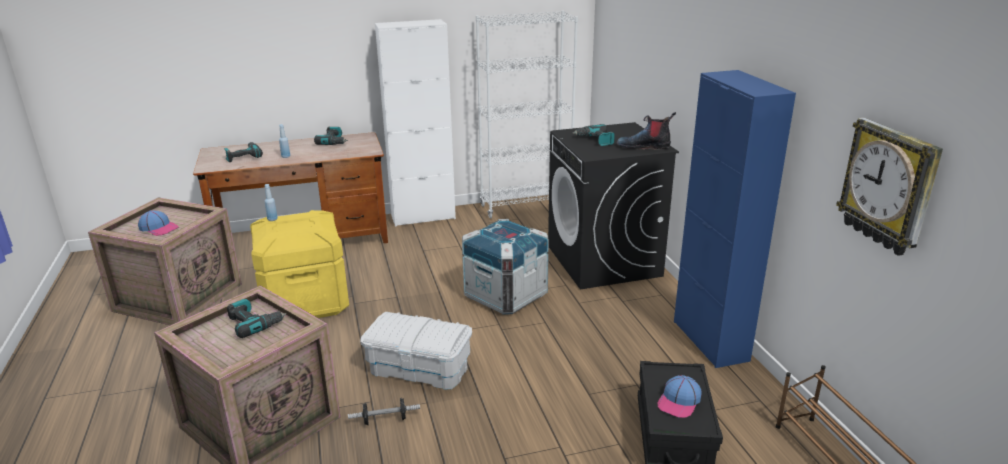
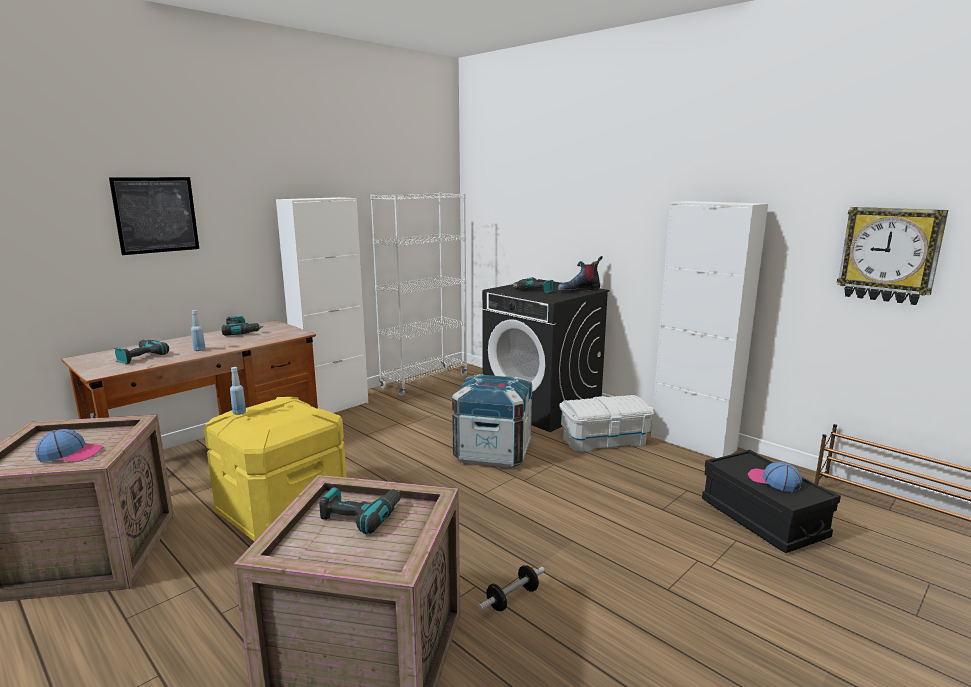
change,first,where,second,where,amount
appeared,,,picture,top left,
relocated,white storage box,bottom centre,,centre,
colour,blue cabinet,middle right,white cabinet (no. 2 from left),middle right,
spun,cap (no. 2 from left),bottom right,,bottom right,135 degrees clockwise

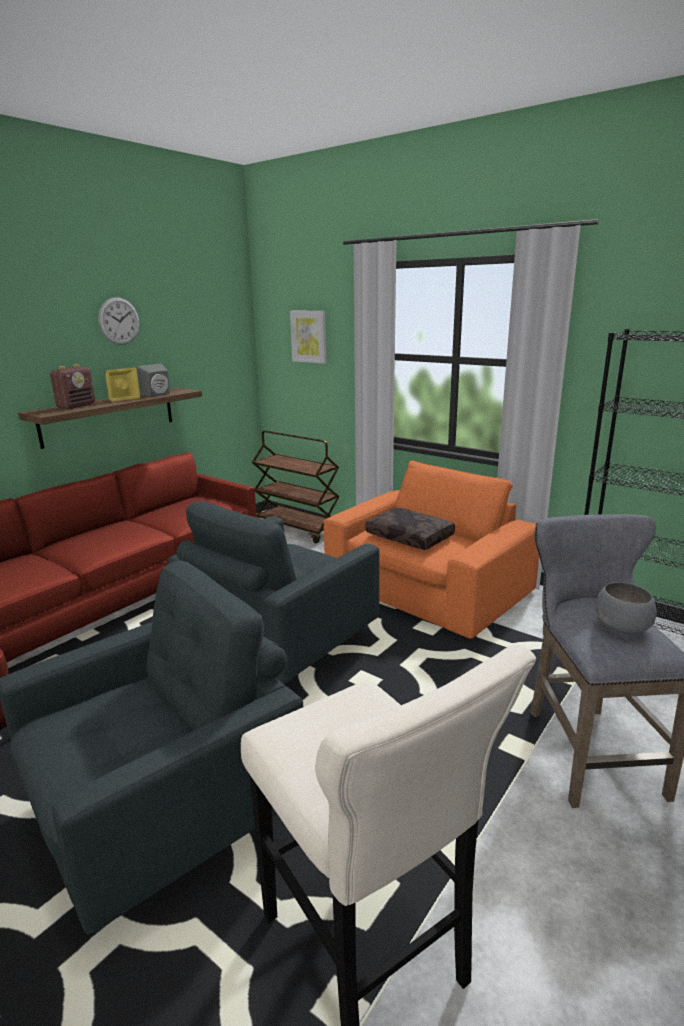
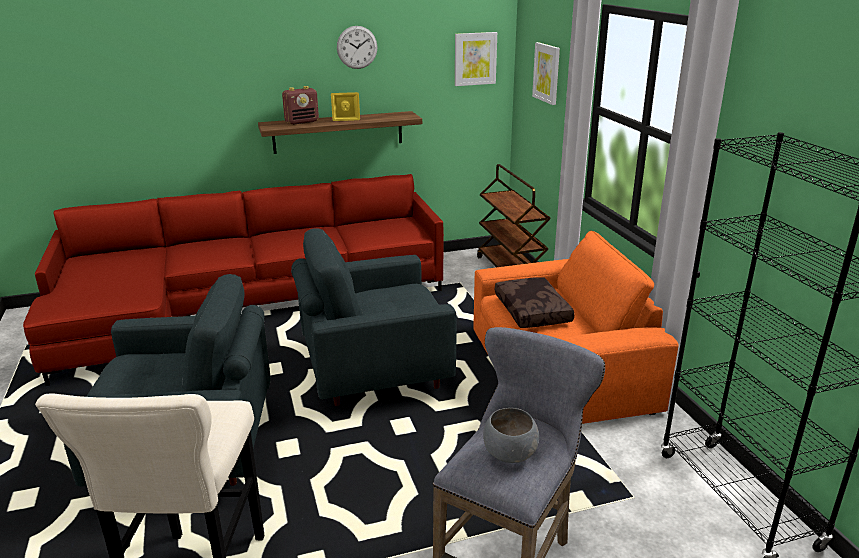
change,first,where,second,where,amount
missing,grey speaker,middle left,,,
appeared,,,picture (no. 1 from left),top centre,

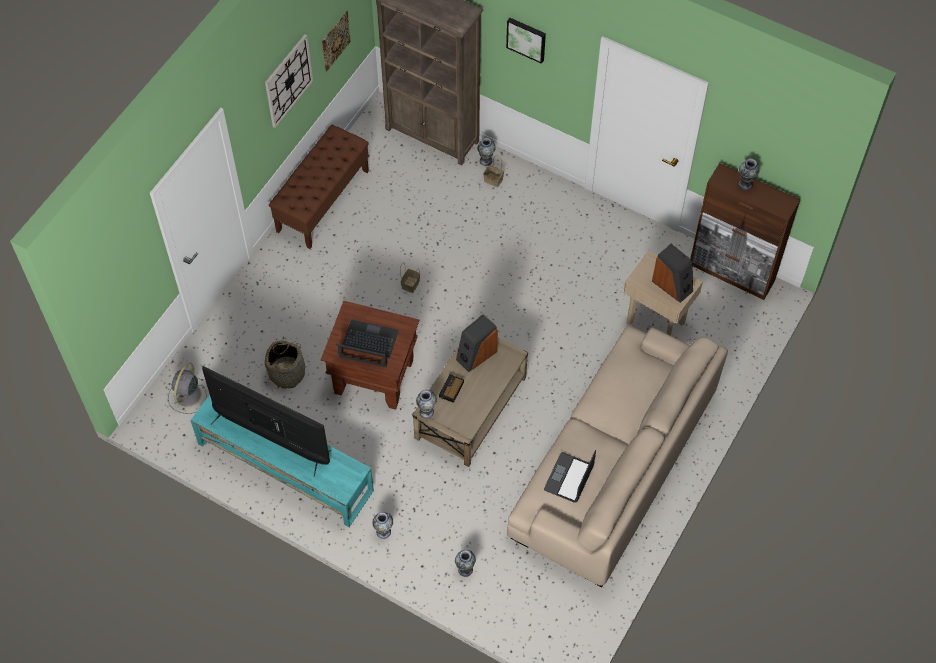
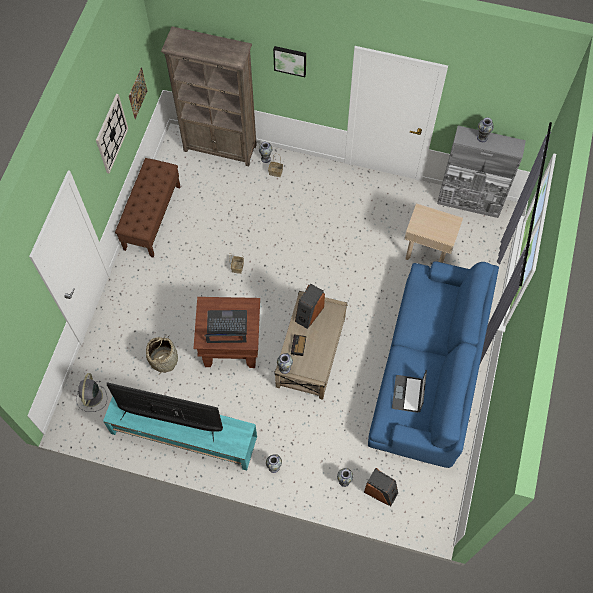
change,first,where,second,where,amount
relocated,speaker (no. 2 from left),middle right,,bottom centre,
colour,beige sofa,bottom centre,blue sofa,middle right,
colour,brown cabinet,middle right,grey cabinet,top right,

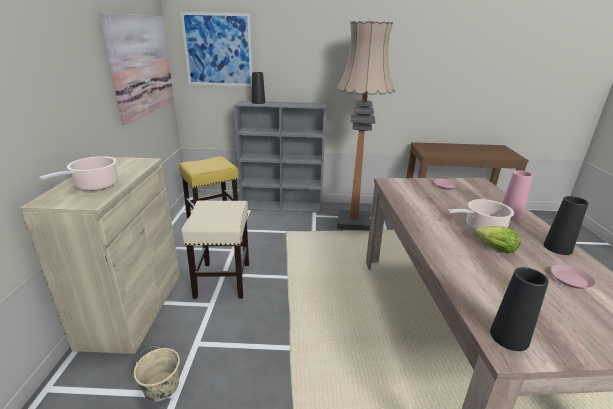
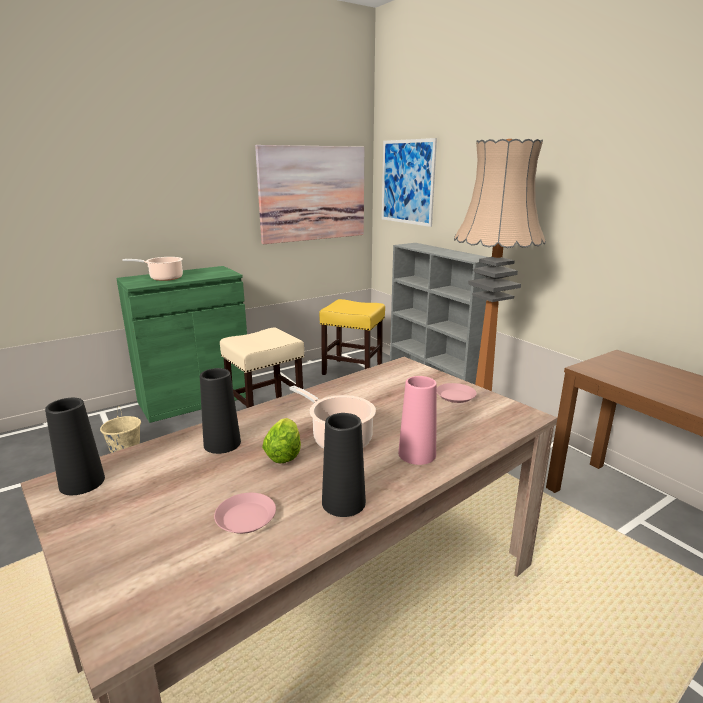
change,first,where,second,where,amount
relocated,black vase (no. 1 from left in the first image),top centre,black vase (no. 2 from left),middle left,
colour,beige cabinet,middle left,green cabinet,middle left,

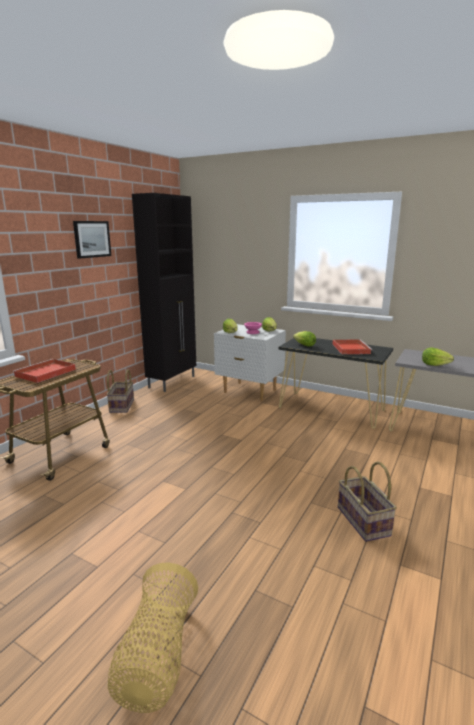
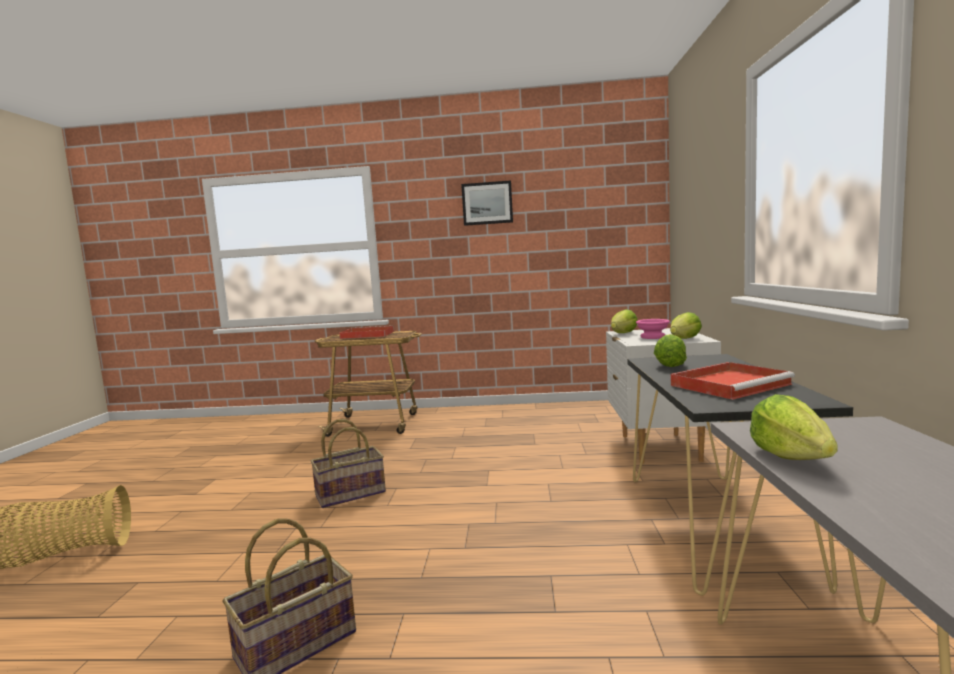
change,first,where,second,where,amount
missing,black cabinet,centre,,,
relocated,basket (no. 1 from left in the first image),middle left,basket (no. 3 from left),bottom centre,

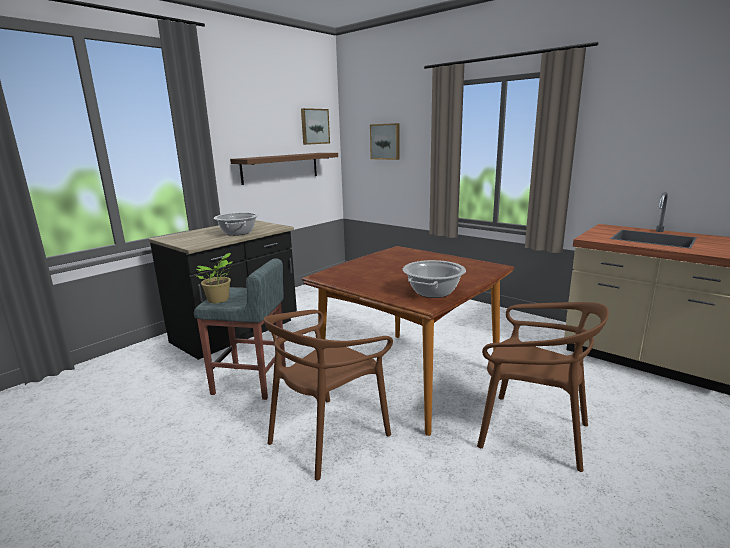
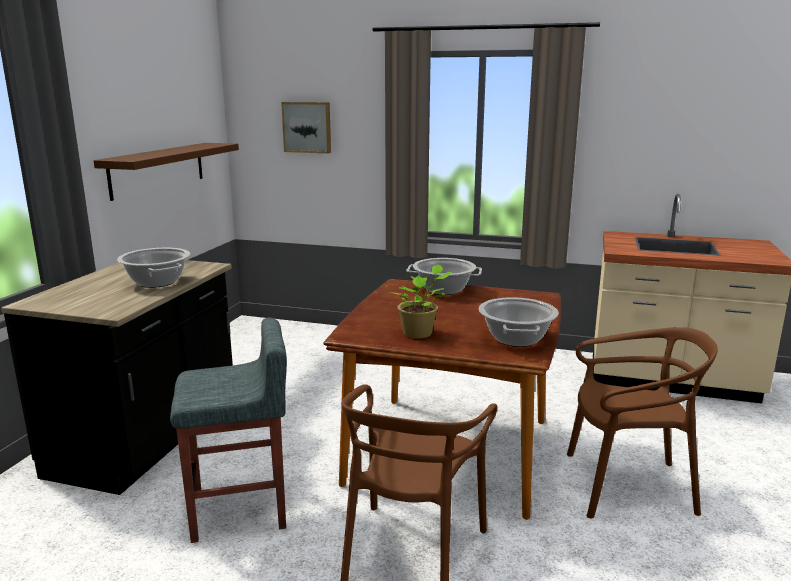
change,first,where,second,where,amount
missing,picture (no. 1 from left),top centre,,,
appeared,,,cooking pot (no. 2 from left),centre,
relocated,potted plant,middle left,,centre,

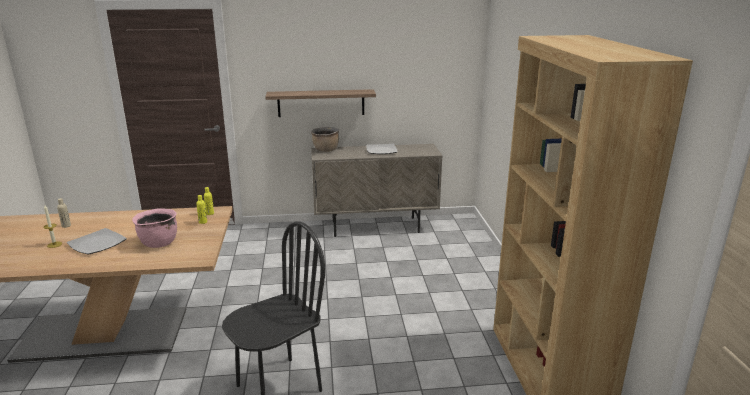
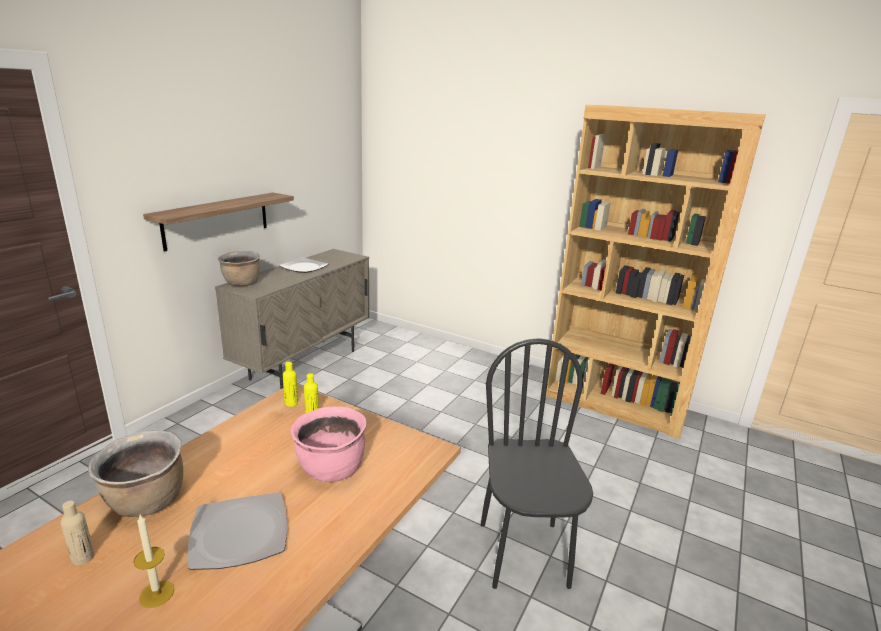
change,first,where,second,where,amount
appeared,,,brown cooking pot (no. 1 from left),bottom left,

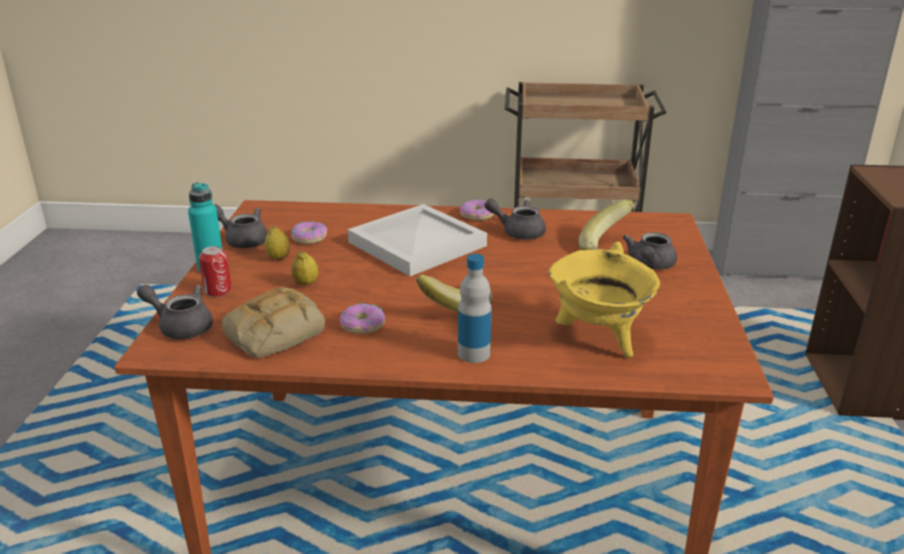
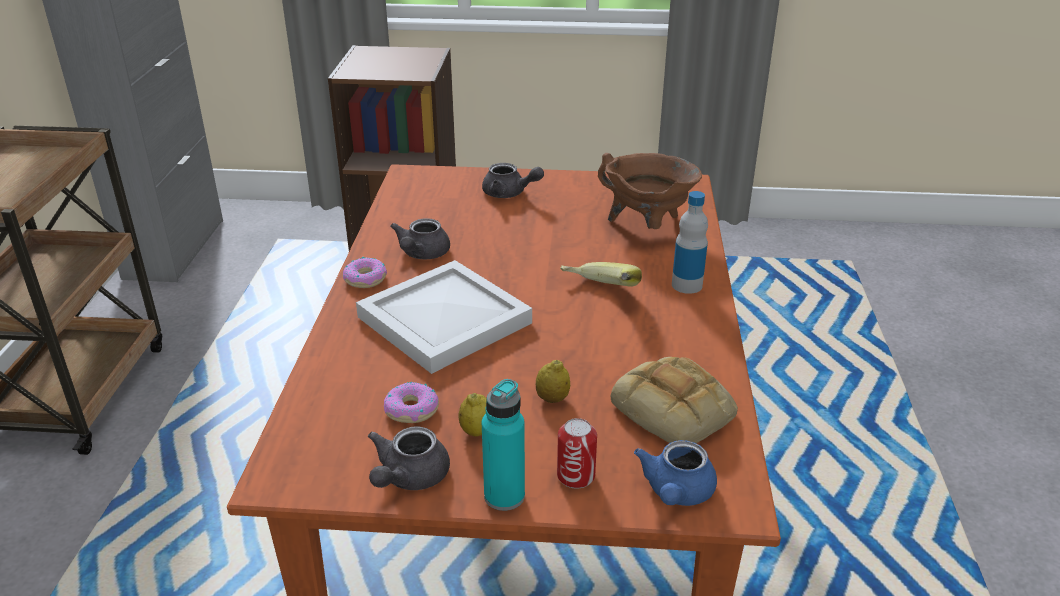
change,first,where,second,where,amount
missing,donut (no. 2 from left),centre,,,
missing,banana (no. 2 from left),middle right,,,
colour,grey teapot (no. 1 from left),middle left,blue teapot,bottom centre,
colour,yellow cooking pot,middle right,brown cooking pot,top centre,

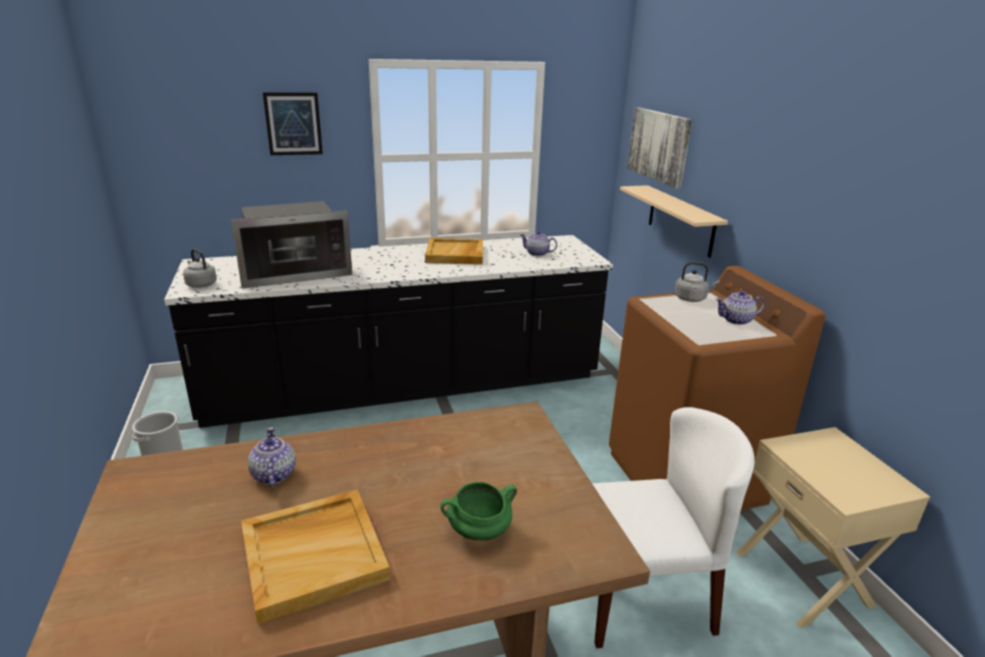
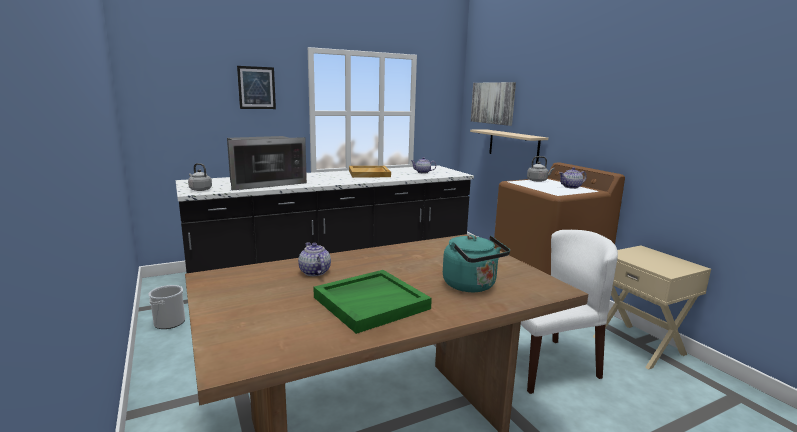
change,first,where,second,where,amount
exchanged,green cooking pot,bottom centre,turquoise kettle,centre,
colour,beige tray (no. 1 from left),bottom left,green tray,bottom centre,

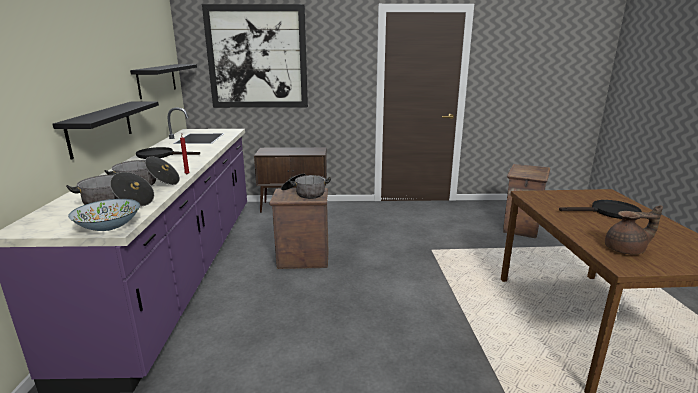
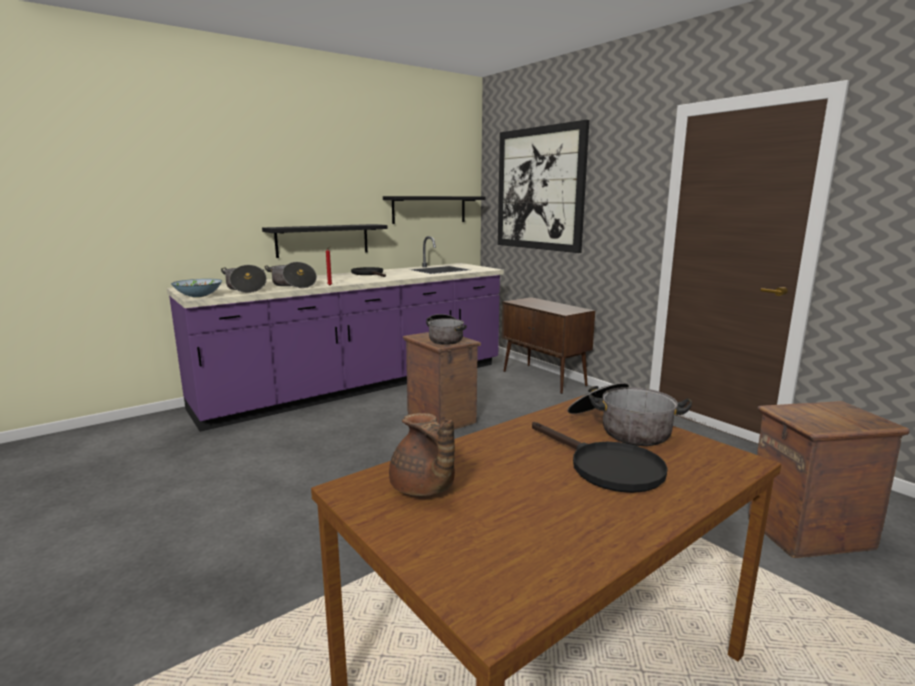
change,first,where,second,where,amount
appeared,,,cooking pot (no. 4 from left),middle right,

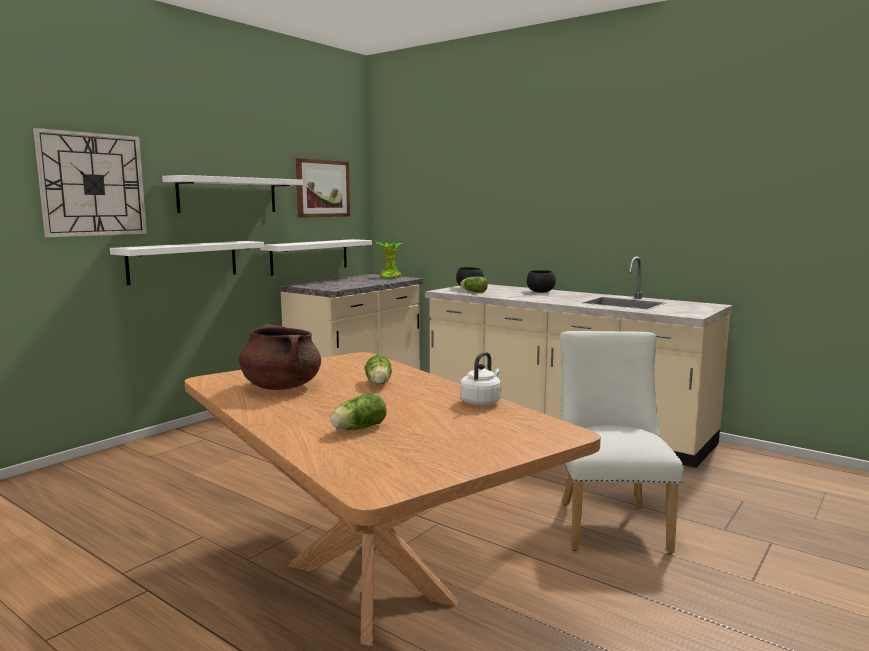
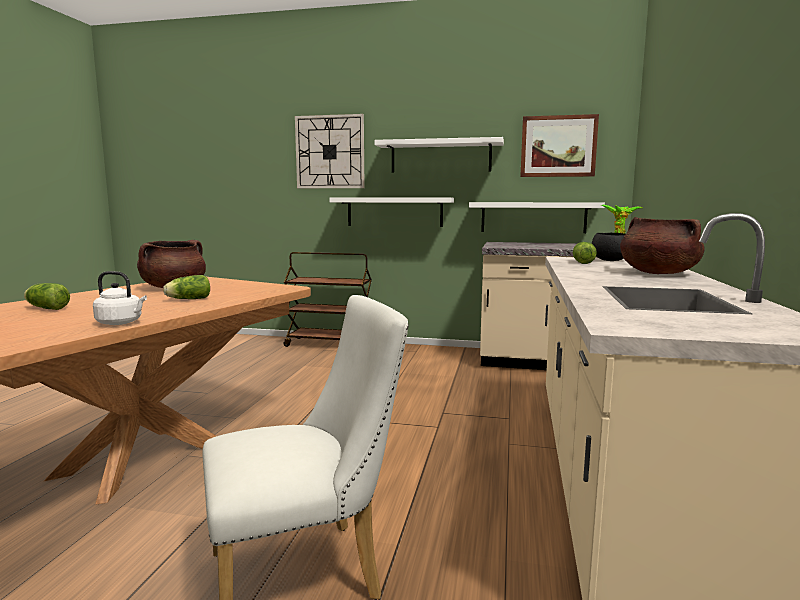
change,first,where,second,where,amount
appeared,,,brown cart,centre,
exchanged,black bowl (no. 2 from left),centre,brown cooking pot (no. 2 from left),middle right,

